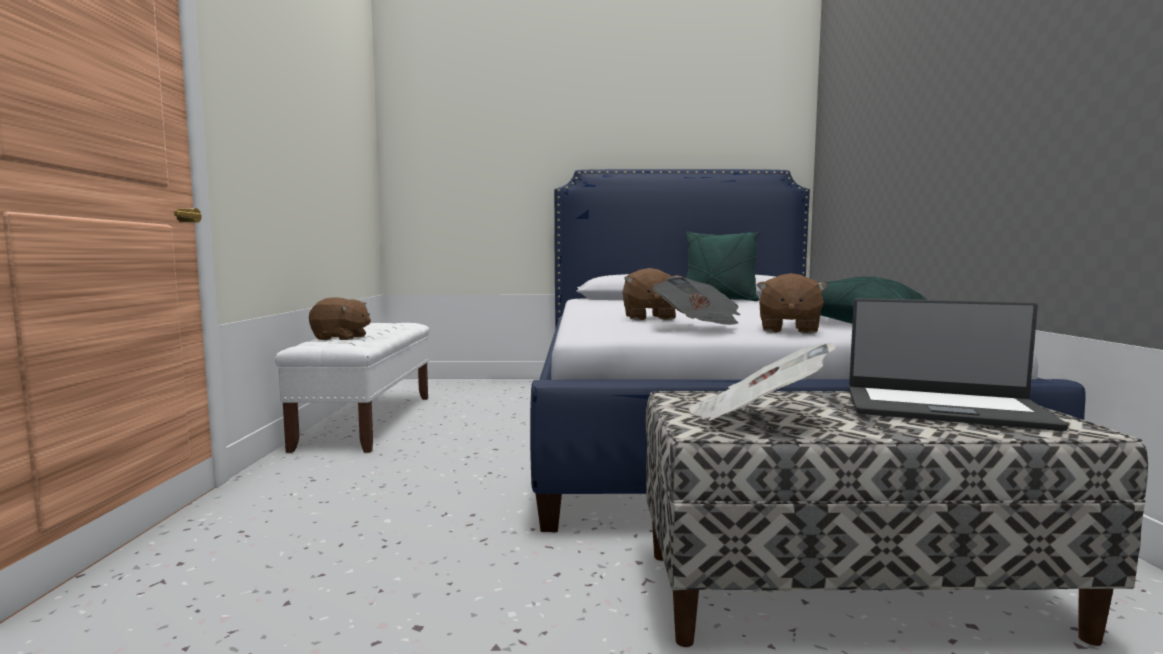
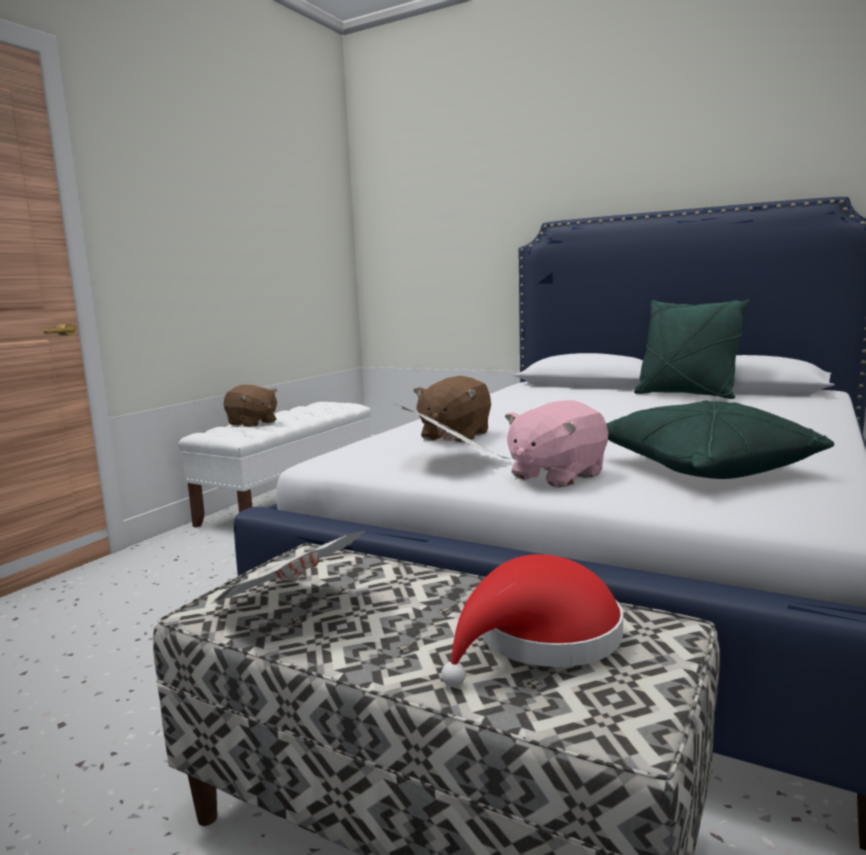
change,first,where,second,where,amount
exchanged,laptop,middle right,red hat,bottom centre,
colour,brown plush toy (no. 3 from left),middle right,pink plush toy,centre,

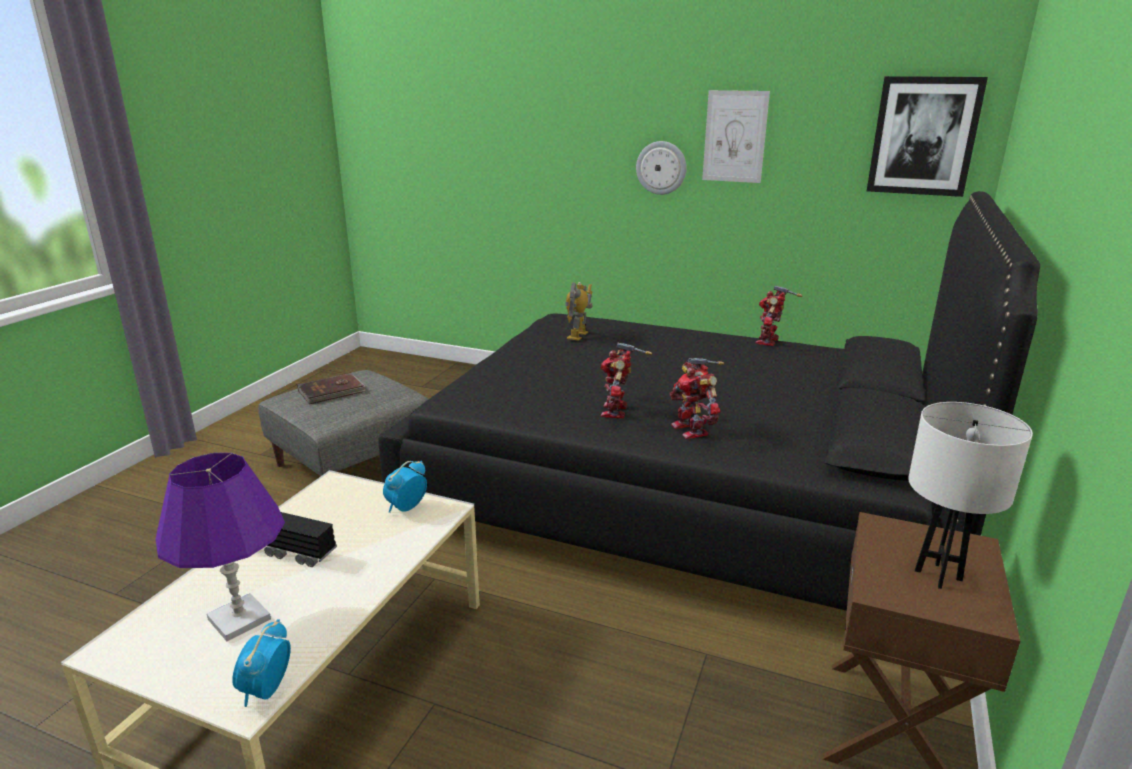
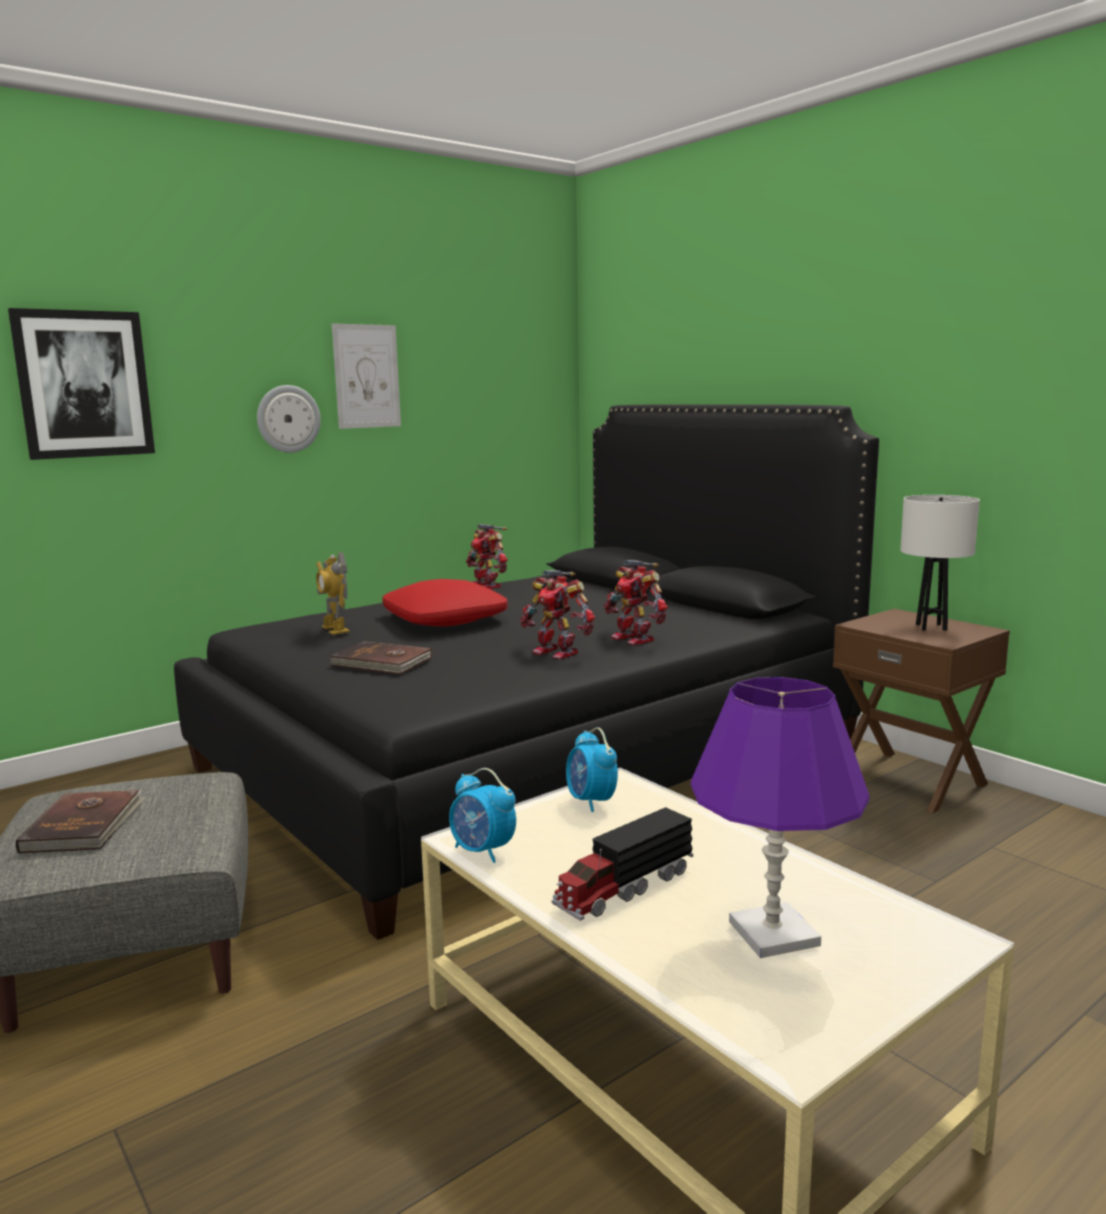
change,first,where,second,where,amount
appeared,,,brown book (no. 2 from left),centre,
appeared,,,red pillow,centre,
relocated,alarm clock (no. 1 from left),bottom left,,bottom centre,
relocated,picture (no. 2 from left in the first image),top right,picture (no. 1 from left),top left,
spun,toy robot (no. 3 from left in the first image),centre,toy robot (no. 4 from left),centre,45 degrees clockwise

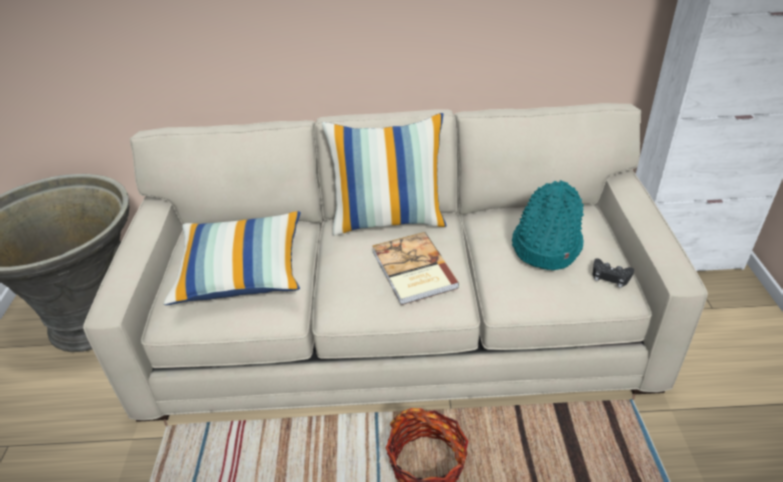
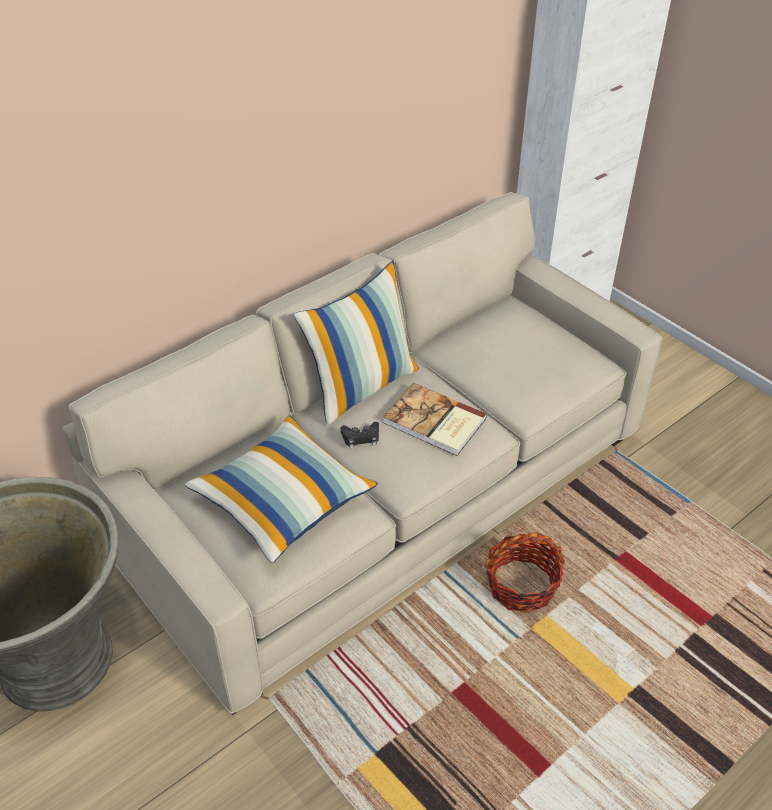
change,first,where,second,where,amount
missing,turquoise hat,middle right,,,
relocated,black game controller,middle right,,centre,

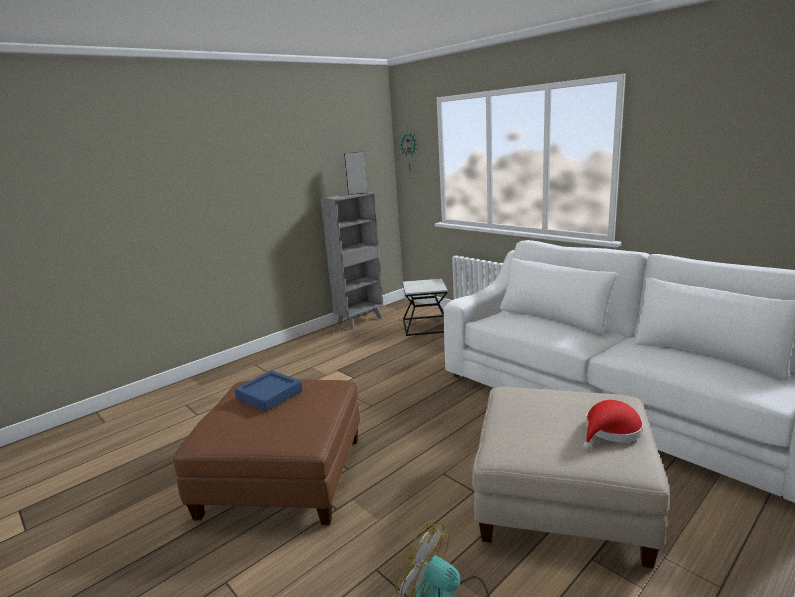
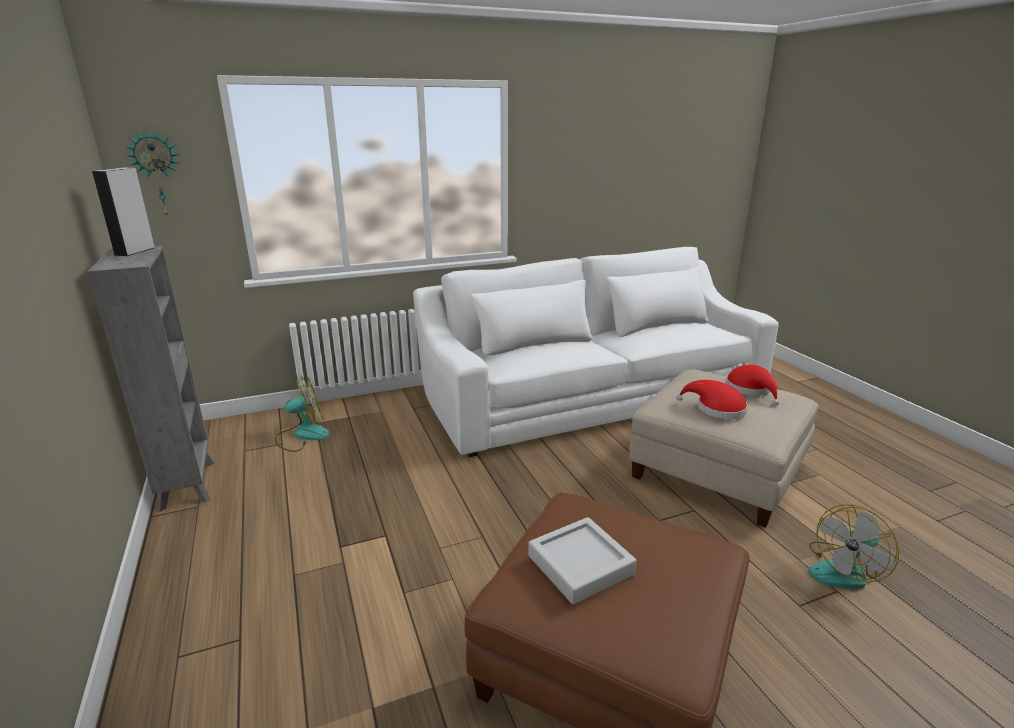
change,first,where,second,where,amount
appeared,,,red hat (no. 1 from left),middle right,
exchanged,side table,centre,fan (no. 1 from left),middle left,
colour,blue tray,centre,grey tray,bottom centre,

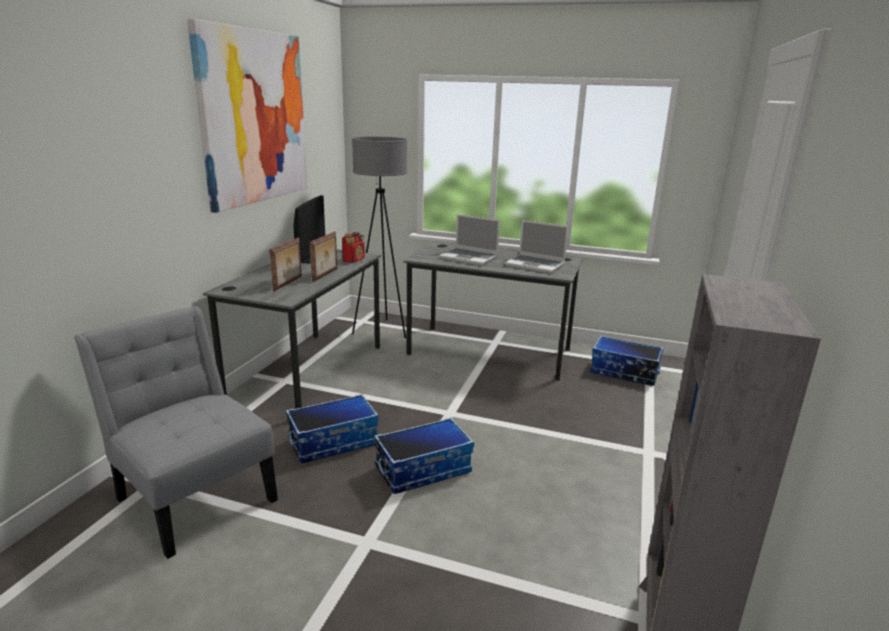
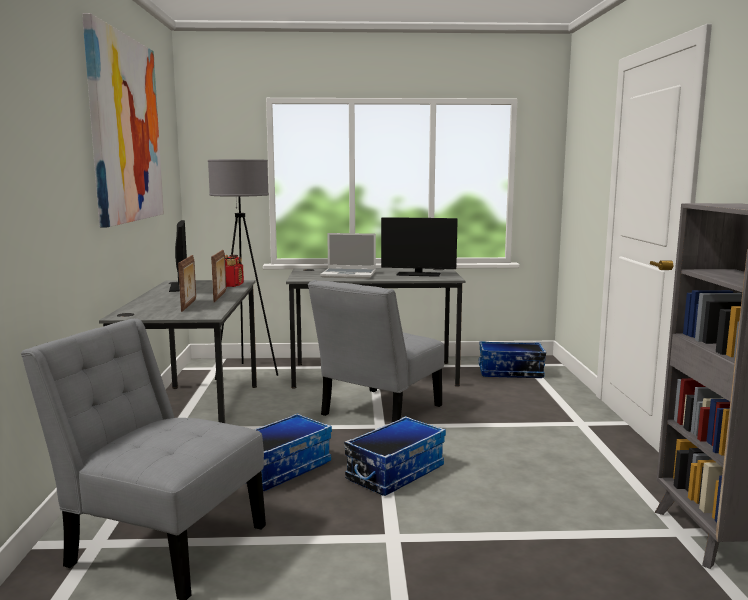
change,first,where,second,where,amount
appeared,,,grey chair (no. 2 from left),centre,
exchanged,laptop (no. 2 from left),centre,monitor (no. 2 from left),centre,

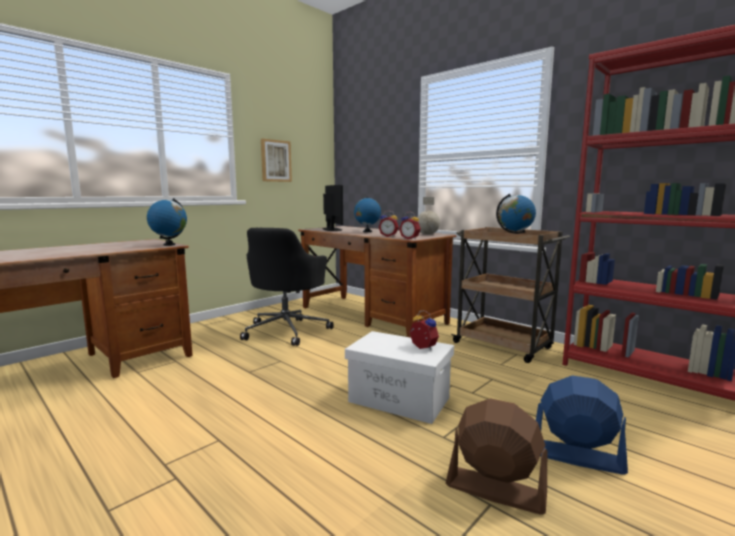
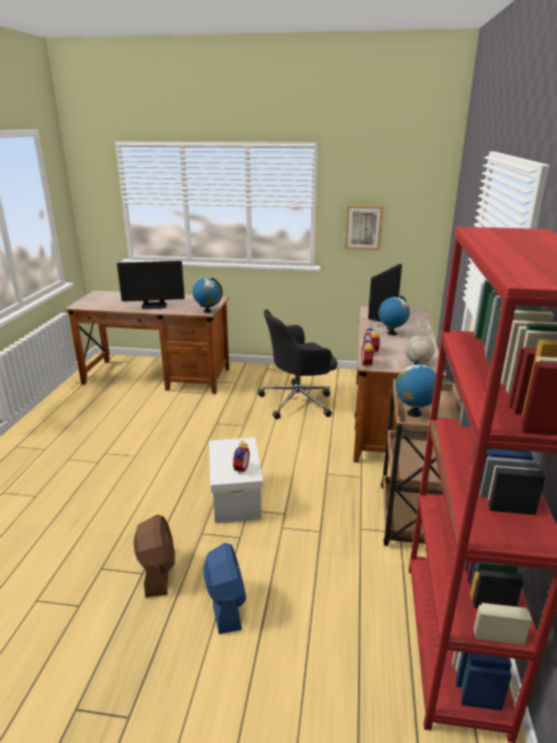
change,first,where,second,where,amount
appeared,,,monitor (no. 1 from left),middle left,

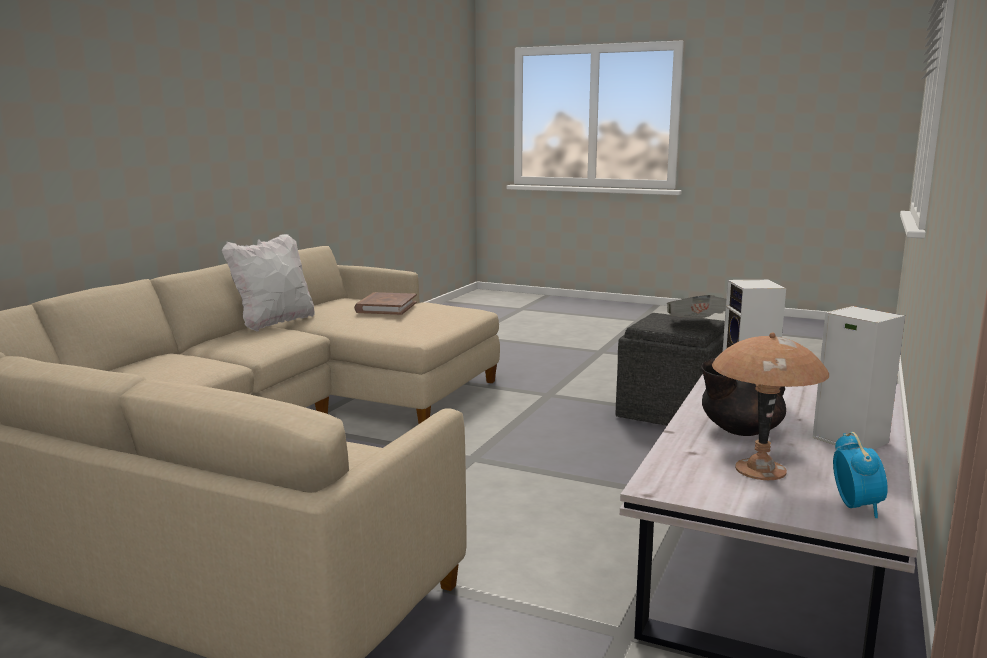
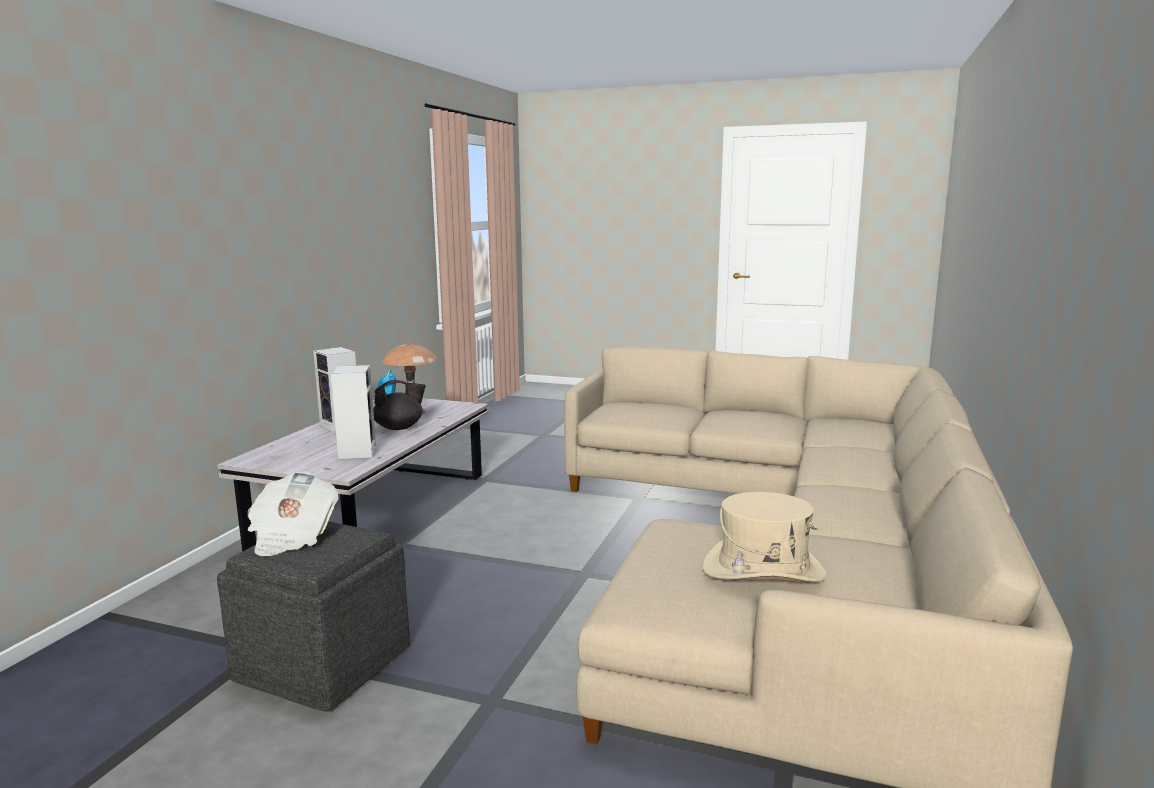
change,first,where,second,where,amount
missing,white pillow,middle left,,,
exchanged,brown book,centre,beige hat,bottom centre,

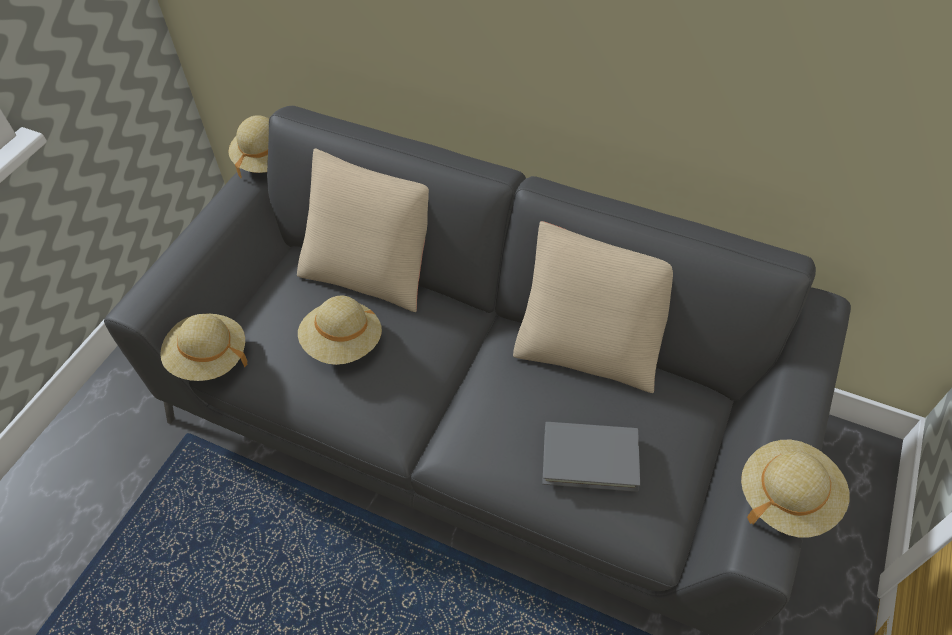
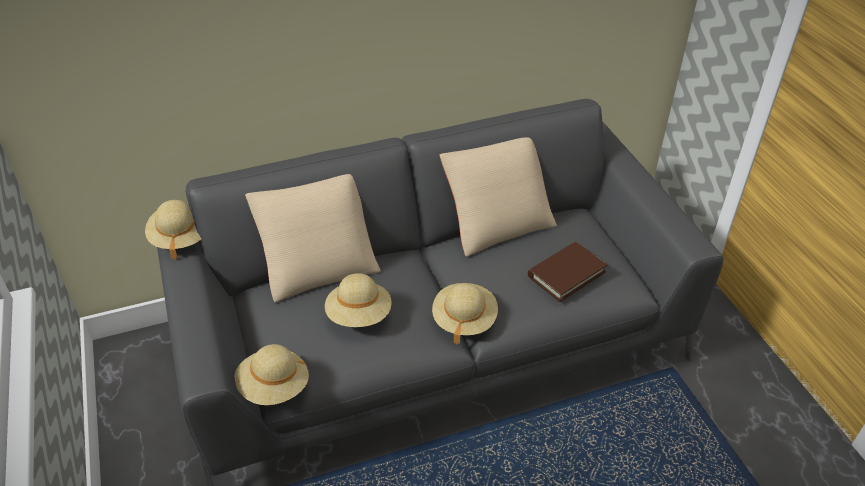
change,first,where,second,where,amount
relocated,beige hat (no. 4 from left),bottom right,,centre,
colour,grey book,bottom centre,brown book,centre,

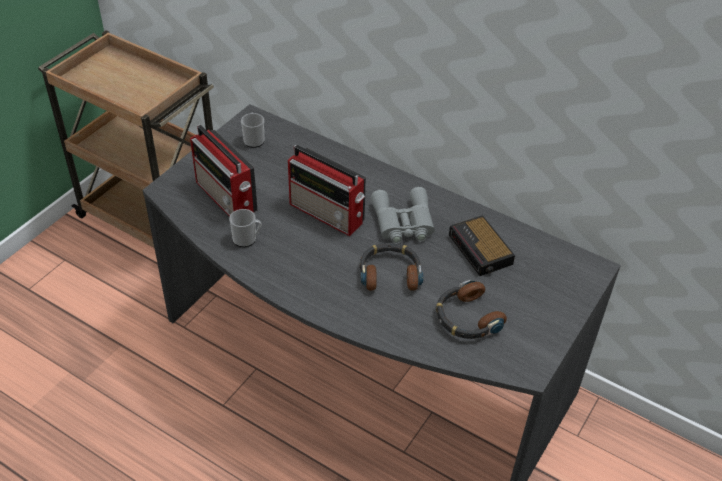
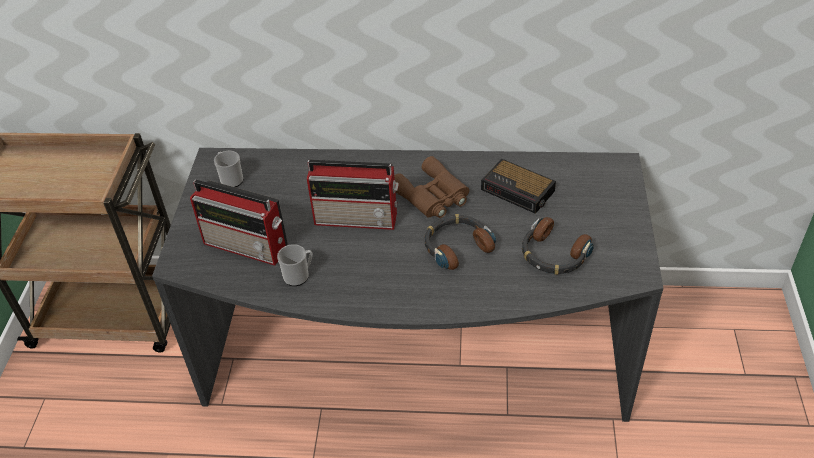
change,first,where,second,where,amount
colour,grey binoculars,centre,brown binoculars,centre,

